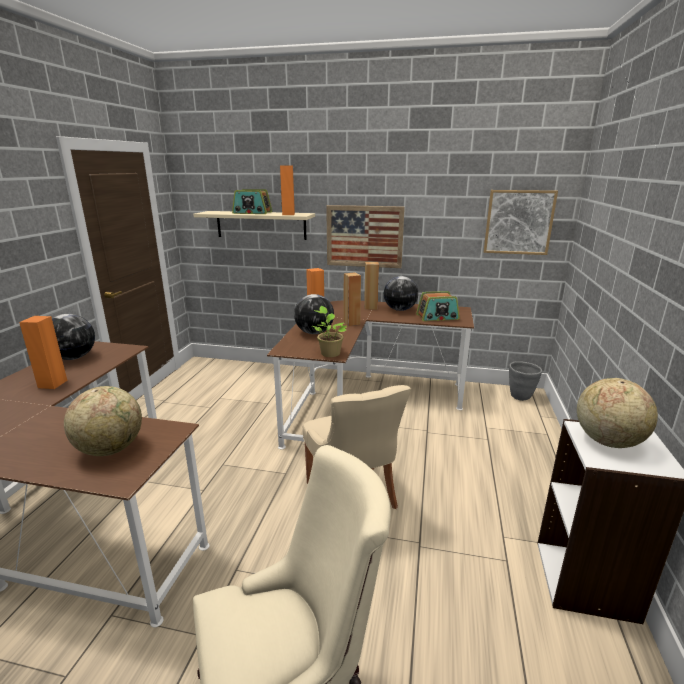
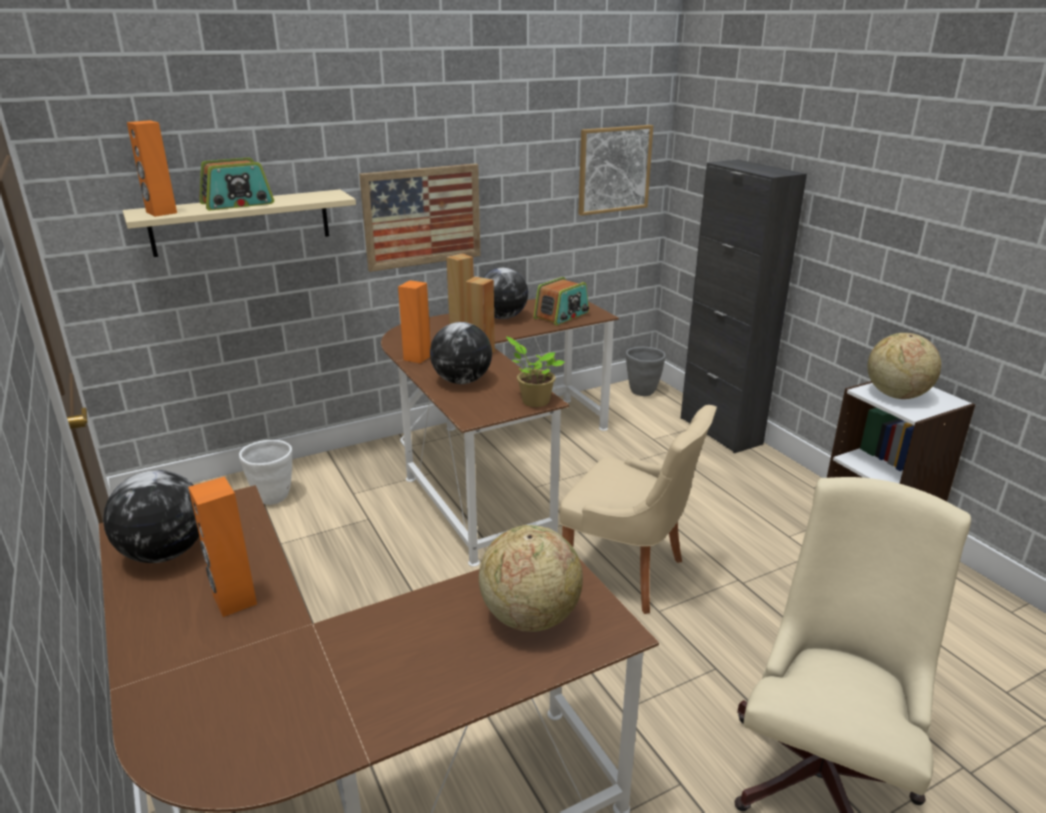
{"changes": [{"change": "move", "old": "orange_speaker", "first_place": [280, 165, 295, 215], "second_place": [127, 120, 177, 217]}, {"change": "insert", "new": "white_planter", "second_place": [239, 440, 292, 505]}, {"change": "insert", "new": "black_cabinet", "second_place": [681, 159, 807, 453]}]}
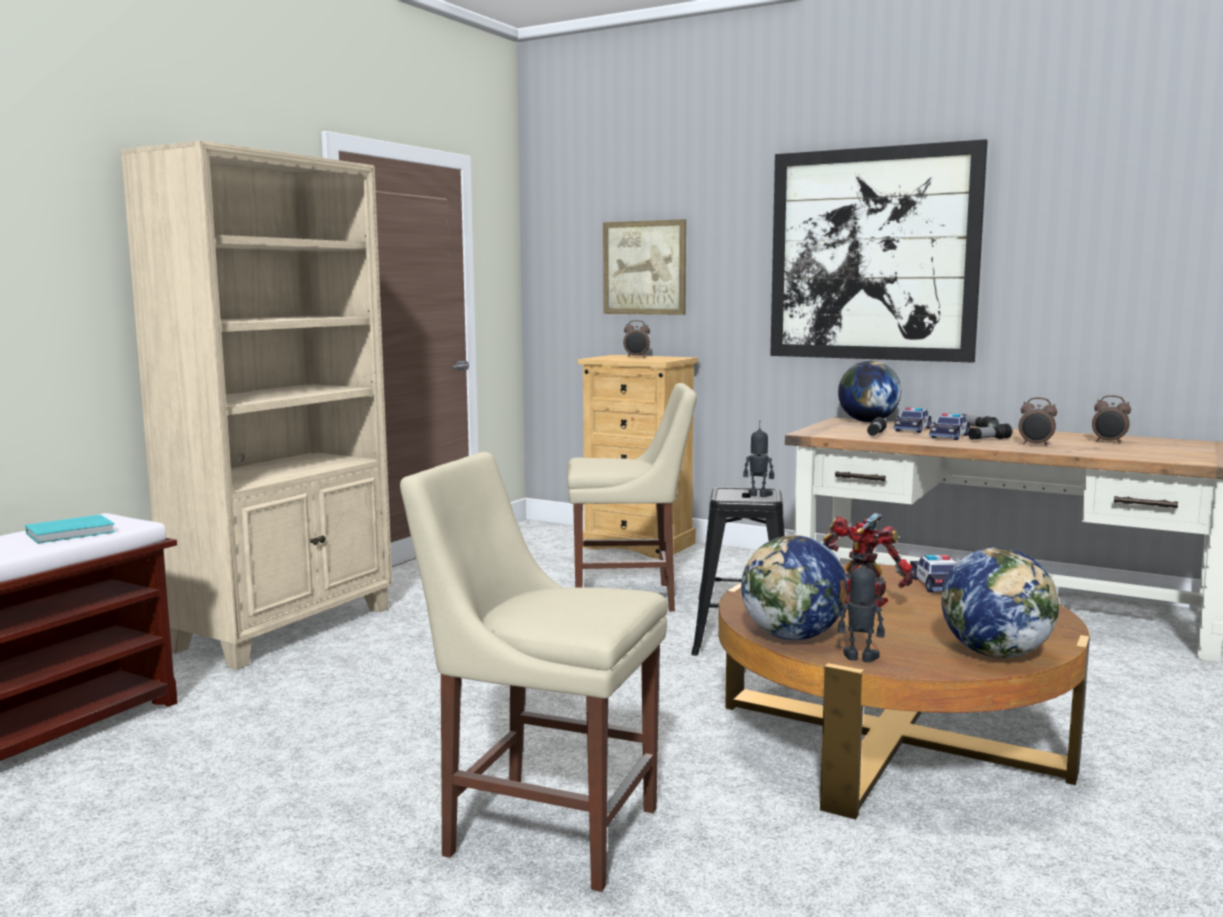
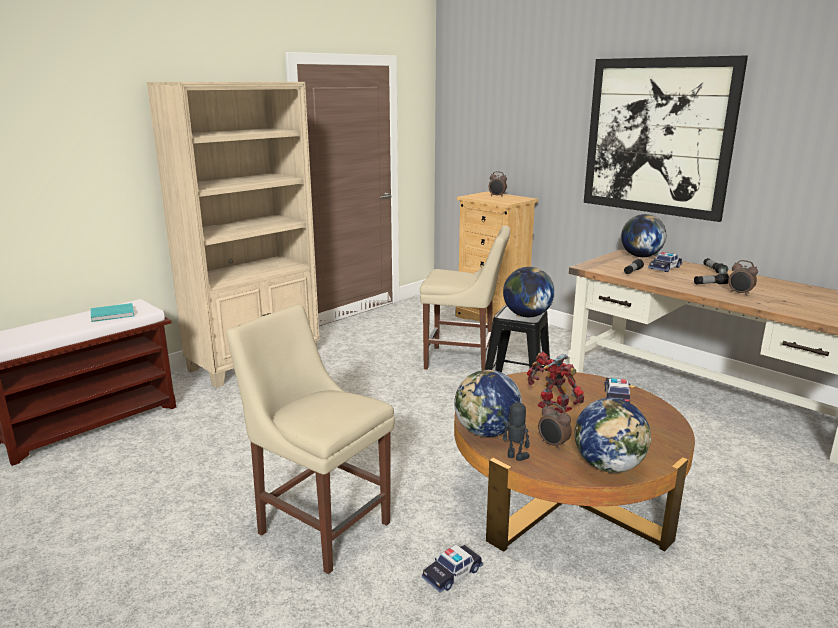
{"changes": [{"change": "move", "old": "toy_car", "first_place": [929, 413, 971, 440], "second_place": [422, 544, 483, 593]}, {"change": "replace", "old": "toy_robot", "new": "globe", "first_place": [743, 421, 774, 497], "second_place": [503, 267, 555, 317]}, {"change": "move", "old": "alarm_clock", "first_place": [1092, 395, 1131, 444], "second_place": [538, 403, 572, 450]}, {"change": "delete", "old": "picture", "first_place": [603, 219, 686, 315]}]}
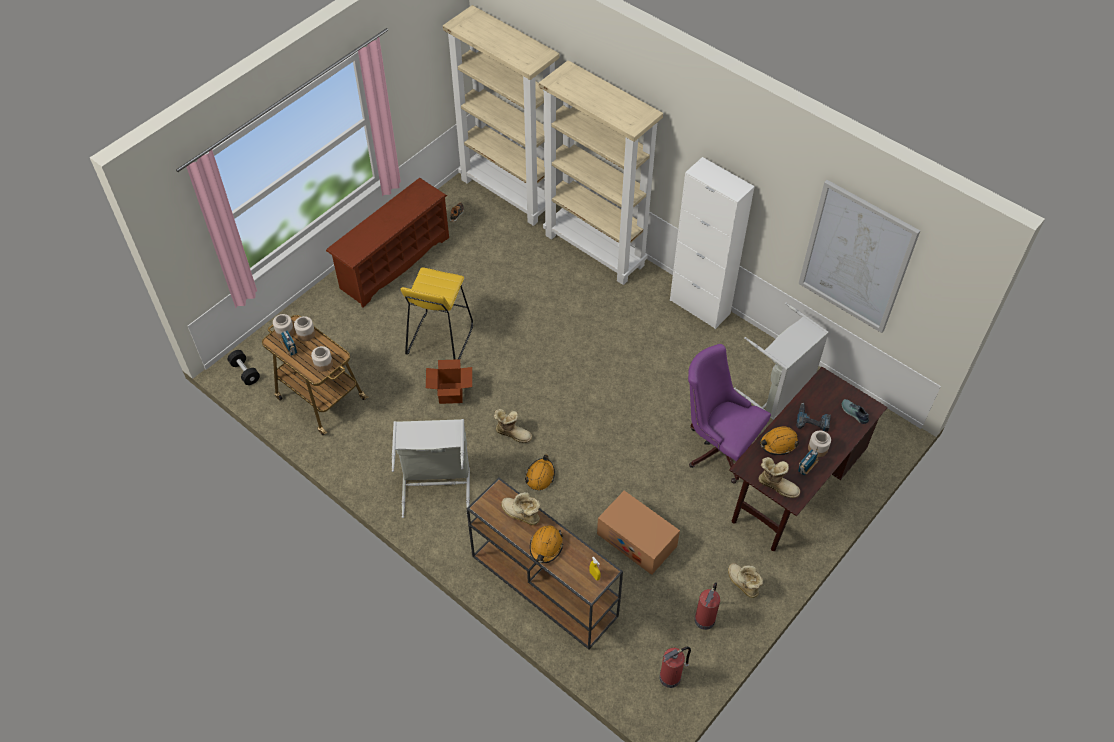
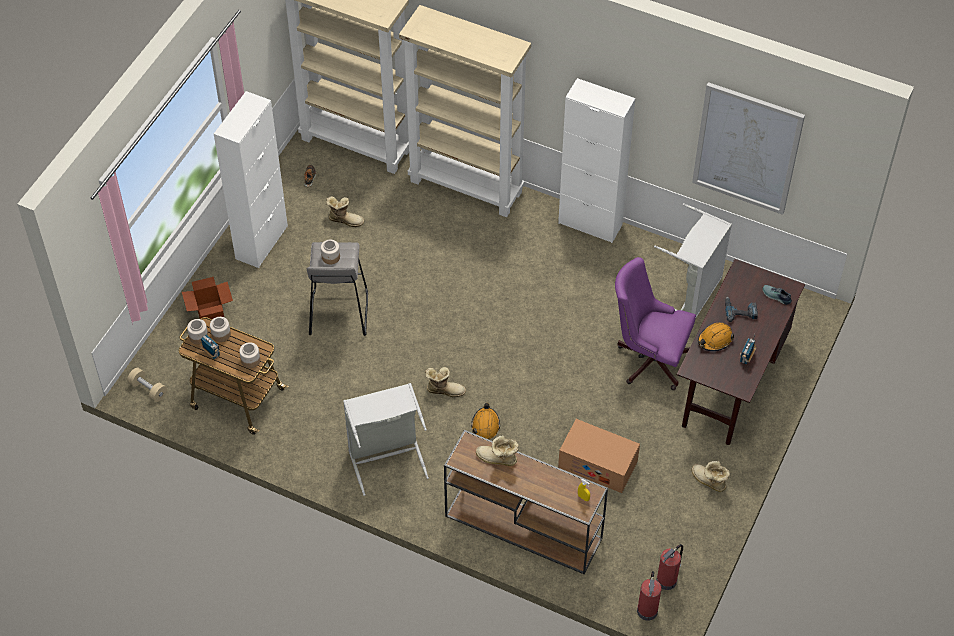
{"changes": [{"change": "recolor", "old": "black_dumbbell", "new": "beige_dumbbell", "first_place": [228, 350, 260, 385], "second_place": [127, 368, 167, 402]}, {"change": "move", "old": "cardboard_box", "first_place": [426, 359, 472, 404], "second_place": [182, 277, 233, 319]}, {"change": "replace", "old": "brown_shoe_rack", "new": "white_cabinet", "first_place": [326, 178, 449, 308], "second_place": [214, 91, 288, 268]}, {"change": "recolor", "old": "yellow_stool", "new": "grey_stool", "first_place": [400, 267, 473, 360], "second_place": [307, 242, 368, 336]}, {"change": "move", "old": "jar", "first_place": [808, 430, 831, 457], "second_place": [321, 240, 340, 264]}, {"change": "move", "old": "boot", "first_place": [759, 457, 800, 498], "second_place": [326, 196, 364, 227]}, {"change": "move", "old": "fire_extinguisher", "first_place": [694, 583, 720, 630], "second_place": [637, 571, 661, 621]}, {"change": "delete", "old": "orange_hard_hat", "first_place": [530, 525, 563, 563]}]}
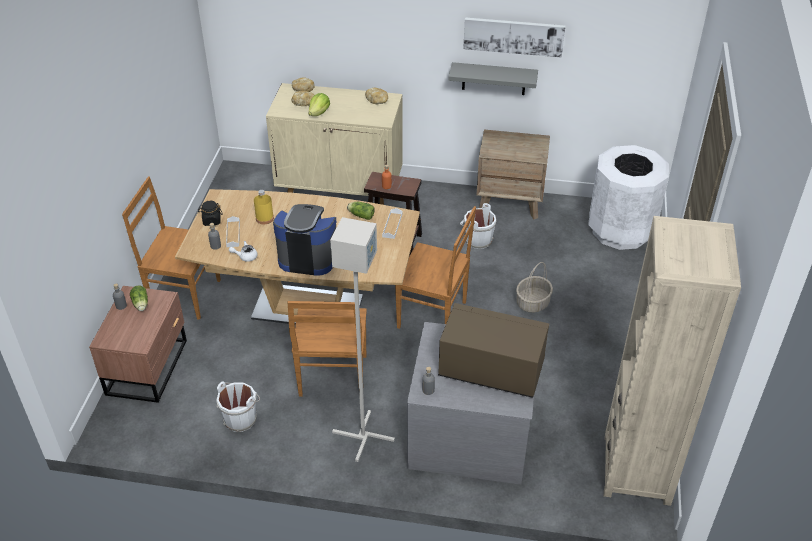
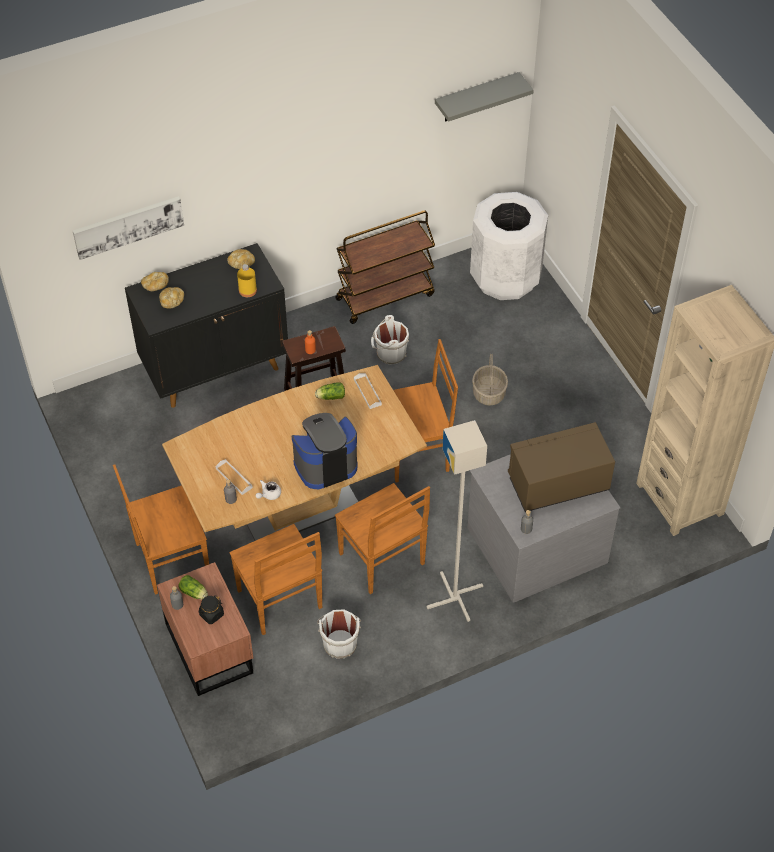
{"changes": [{"change": "move", "old": "picture", "first_place": [463, 17, 565, 58], "second_place": [73, 196, 184, 260]}, {"change": "recolor", "old": "beige_cabinet", "new": "black_cabinet", "first_place": [266, 83, 403, 205], "second_place": [125, 243, 288, 408]}, {"change": "move", "old": "black_jar", "first_place": [198, 201, 222, 226], "second_place": [199, 595, 224, 624]}, {"change": "insert", "new": "brown_chair", "second_place": [229, 524, 322, 635]}, {"change": "move", "old": "yellow_bottle", "first_place": [254, 190, 274, 224], "second_place": [237, 264, 257, 297]}, {"change": "replace", "old": "brown_nightstand", "new": "brown_cart", "first_place": [476, 130, 550, 219], "second_place": [335, 211, 435, 324]}, {"change": "move", "old": "grey_shelf", "first_place": [448, 62, 538, 95], "second_place": [435, 72, 534, 122]}, {"change": "delete", "old": "lettuce", "first_place": [308, 93, 330, 116]}]}
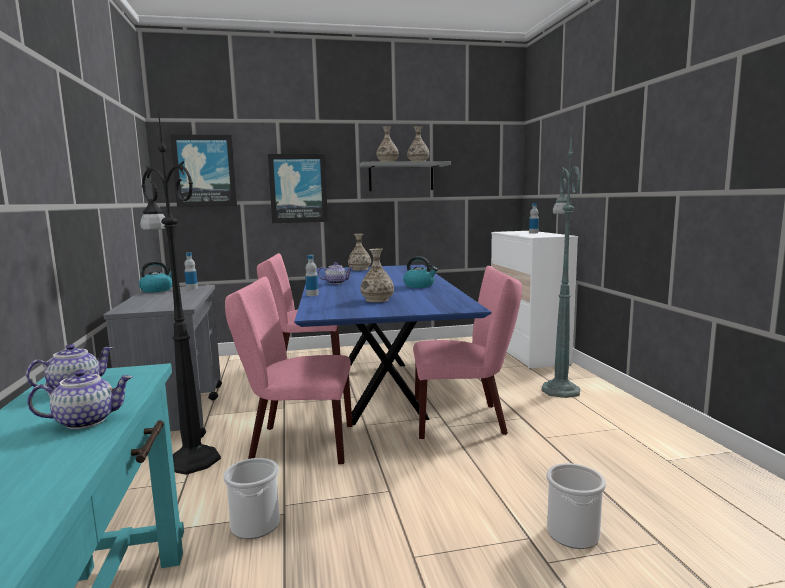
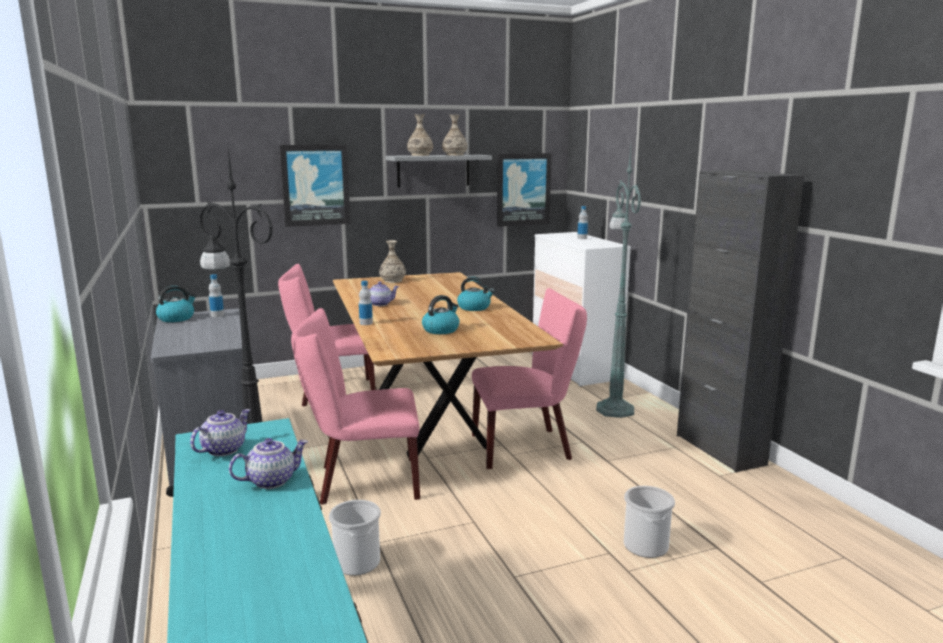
{"changes": [{"change": "recolor", "old": "blue_dining_table", "new": "brown_dining_table", "first_place": [294, 265, 491, 425], "second_place": [333, 272, 563, 458]}, {"change": "replace", "old": "vase", "new": "kettle", "first_place": [360, 248, 394, 302], "second_place": [422, 295, 460, 334]}, {"change": "move", "old": "picture", "first_place": [170, 134, 237, 207], "second_place": [497, 153, 552, 227]}, {"change": "insert", "new": "black_cabinet", "second_place": [677, 170, 804, 472]}]}
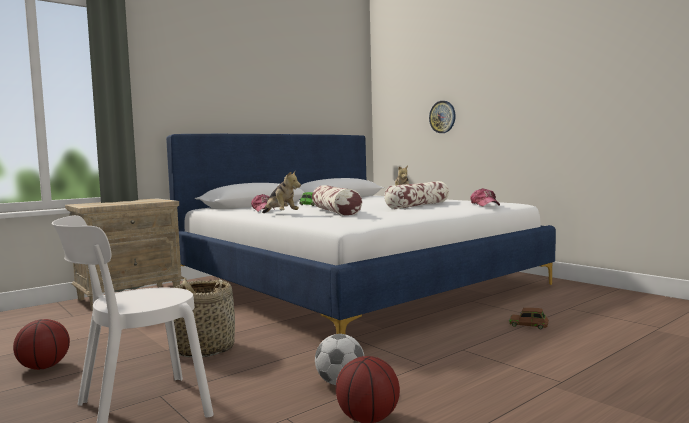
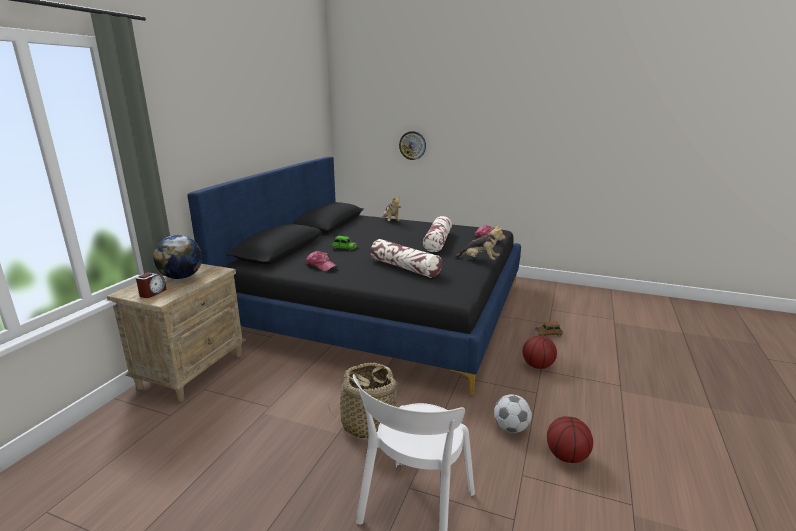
{"changes": [{"change": "insert", "new": "alarm_clock", "second_place": [136, 273, 167, 298]}, {"change": "insert", "new": "globe", "second_place": [153, 235, 202, 279]}, {"change": "recolor", "old": "white_bed", "new": "black_bed", "first_place": [166, 134, 556, 334], "second_place": [187, 157, 521, 396]}, {"change": "move", "old": "plush_toy", "first_place": [262, 171, 301, 213], "second_place": [454, 225, 506, 260]}, {"change": "move", "old": "basketball", "first_place": [13, 319, 70, 370], "second_place": [522, 336, 557, 369]}]}
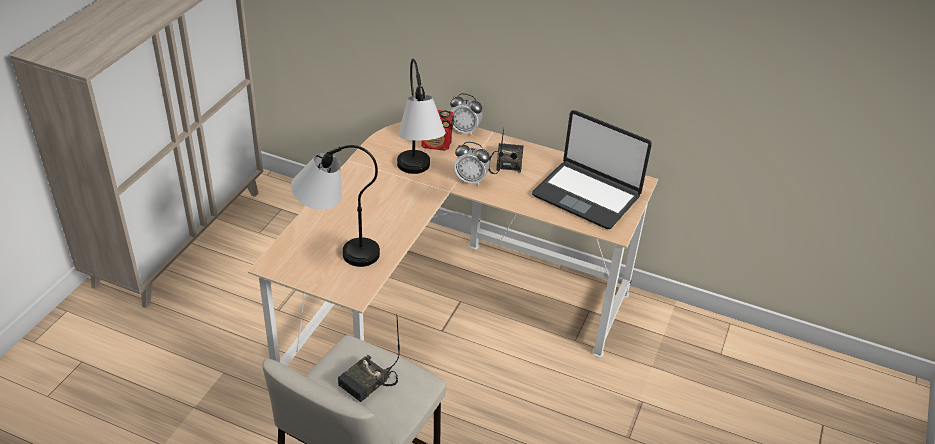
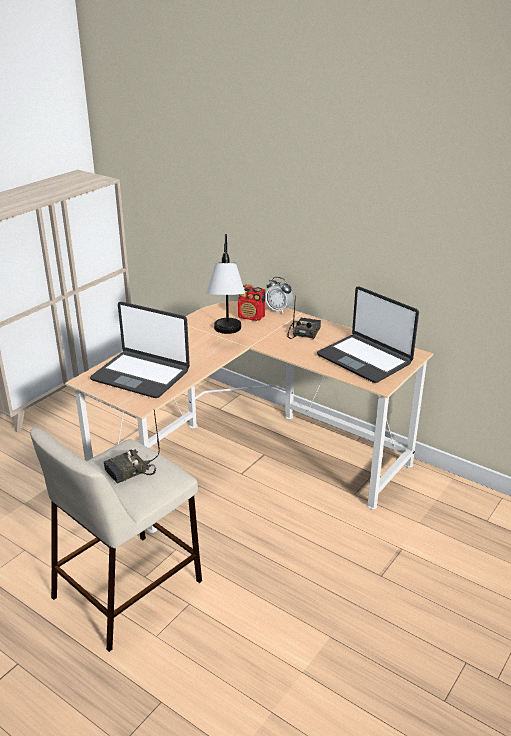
{"changes": [{"change": "replace", "old": "table_lamp", "new": "laptop", "first_place": [291, 145, 380, 267], "second_place": [90, 302, 190, 398]}, {"change": "delete", "old": "alarm_clock", "first_place": [454, 142, 490, 186]}]}
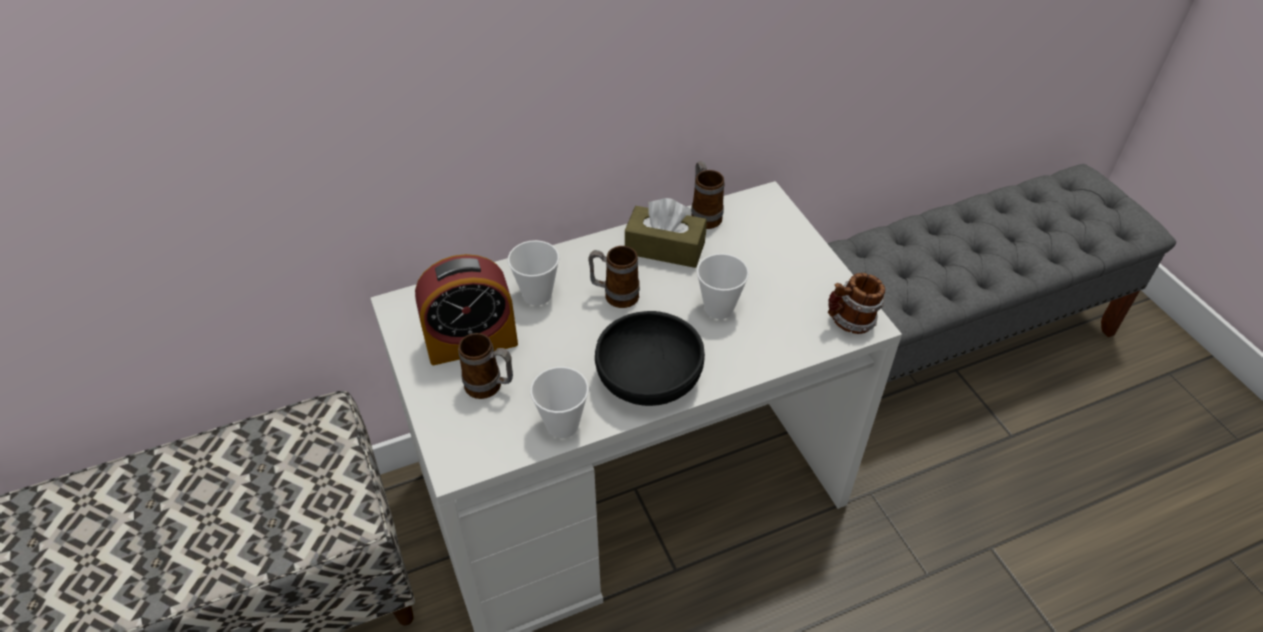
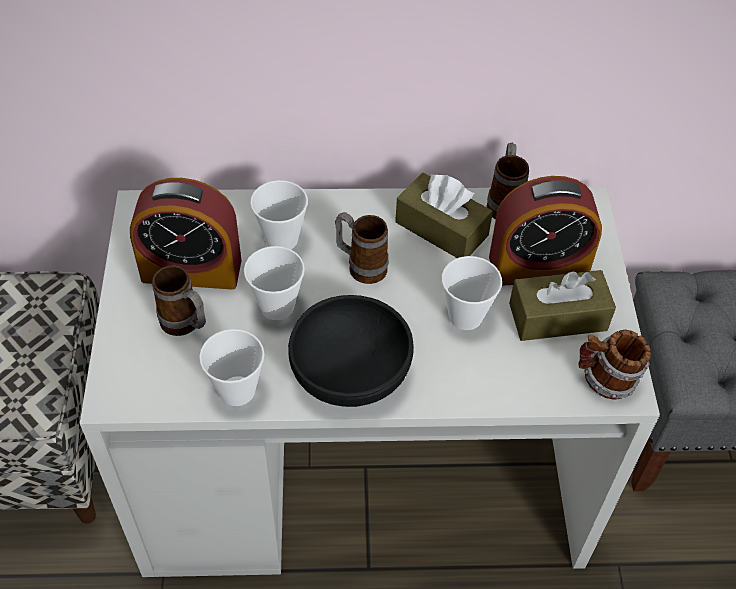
{"changes": [{"change": "insert", "new": "cup", "second_place": [244, 246, 305, 320]}, {"change": "insert", "new": "alarm_clock", "second_place": [489, 176, 602, 286]}, {"change": "insert", "new": "brown_tissue_box", "second_place": [509, 270, 616, 341]}]}
